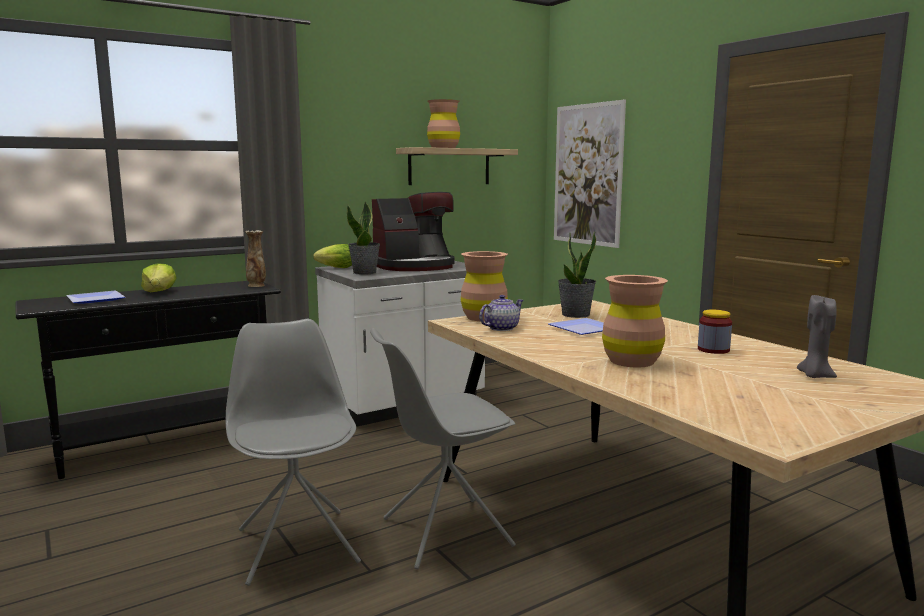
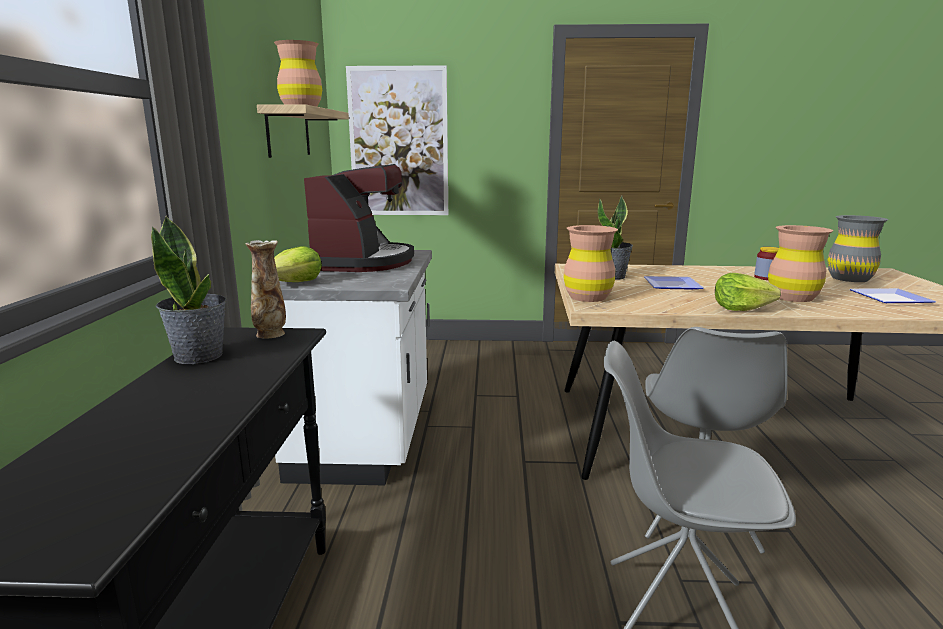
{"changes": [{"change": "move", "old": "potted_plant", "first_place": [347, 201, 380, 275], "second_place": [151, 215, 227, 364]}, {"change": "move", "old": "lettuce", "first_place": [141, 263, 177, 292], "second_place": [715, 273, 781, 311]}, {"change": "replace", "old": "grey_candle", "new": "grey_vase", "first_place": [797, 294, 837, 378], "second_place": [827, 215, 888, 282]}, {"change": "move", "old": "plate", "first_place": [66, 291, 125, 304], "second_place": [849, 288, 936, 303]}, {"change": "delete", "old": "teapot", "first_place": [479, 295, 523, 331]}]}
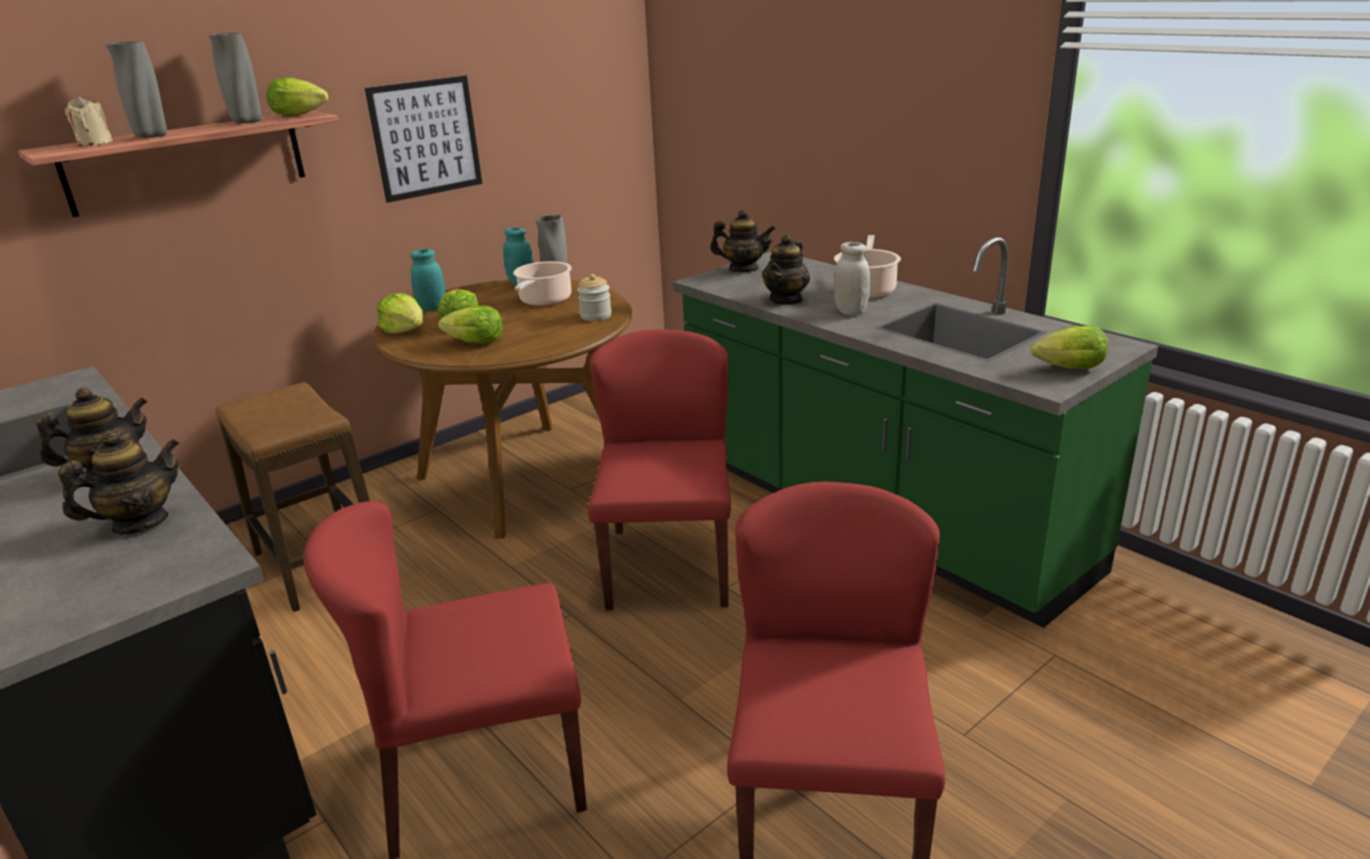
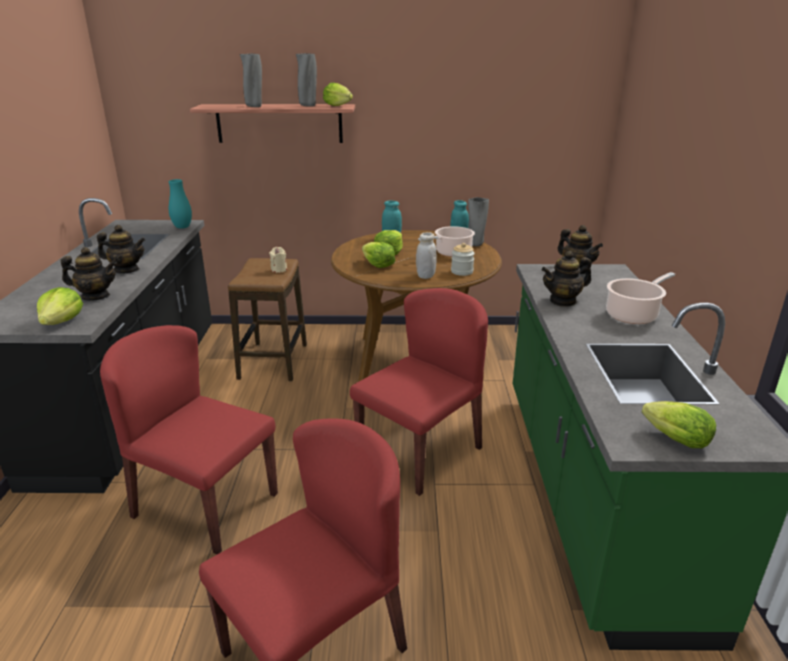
{"changes": [{"change": "move", "old": "lettuce", "first_place": [377, 293, 423, 333], "second_place": [37, 287, 83, 325]}, {"change": "insert", "new": "turquoise_vase", "second_place": [169, 179, 192, 229]}, {"change": "move", "old": "beige_candle", "first_place": [65, 97, 113, 146], "second_place": [269, 247, 287, 273]}, {"change": "move", "old": "white_jar", "first_place": [834, 242, 870, 315], "second_place": [416, 232, 436, 279]}, {"change": "delete", "old": "picture", "first_place": [365, 76, 482, 203]}]}
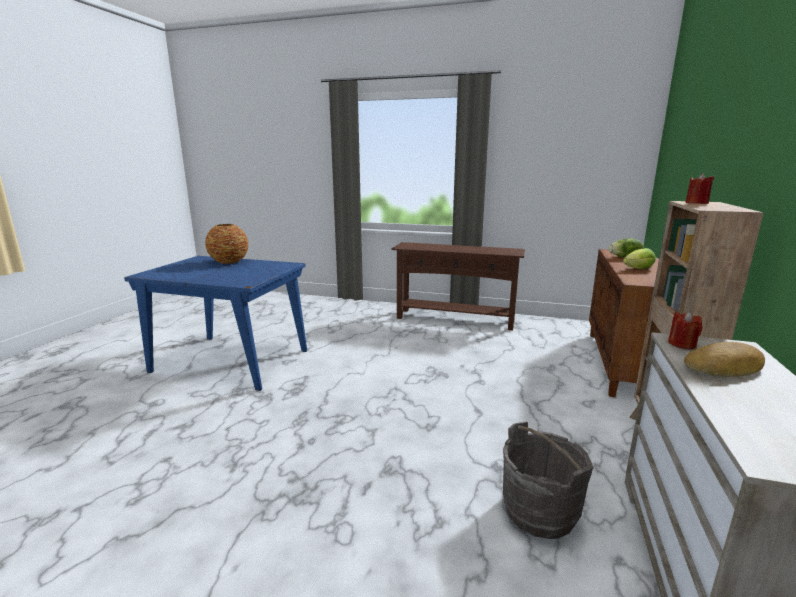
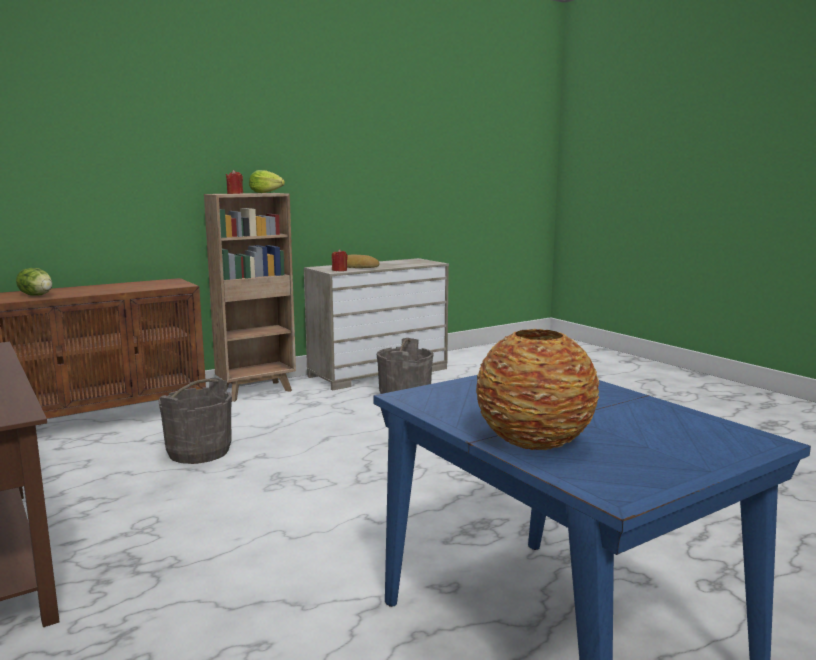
{"changes": [{"change": "insert", "new": "grey_bucket", "second_place": [158, 377, 232, 464]}, {"change": "move", "old": "lettuce", "first_place": [623, 248, 656, 269], "second_place": [249, 170, 285, 193]}]}
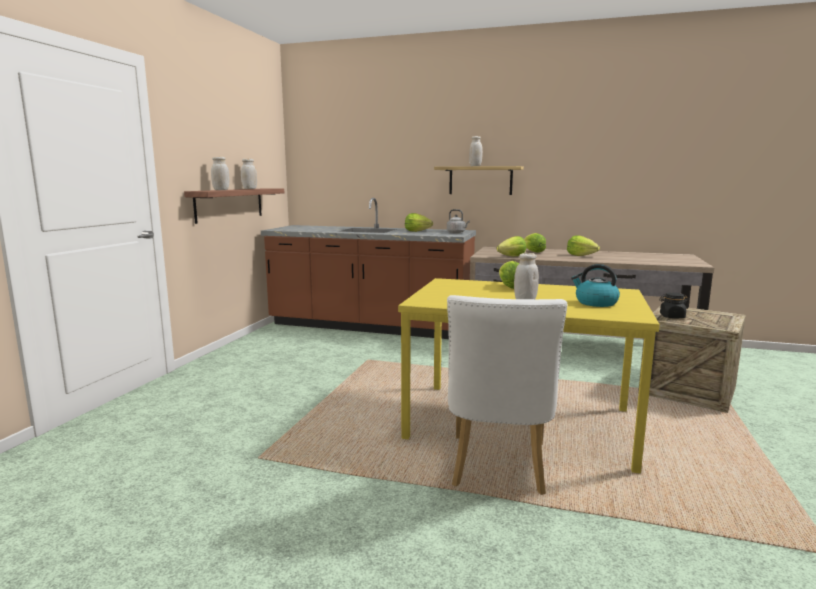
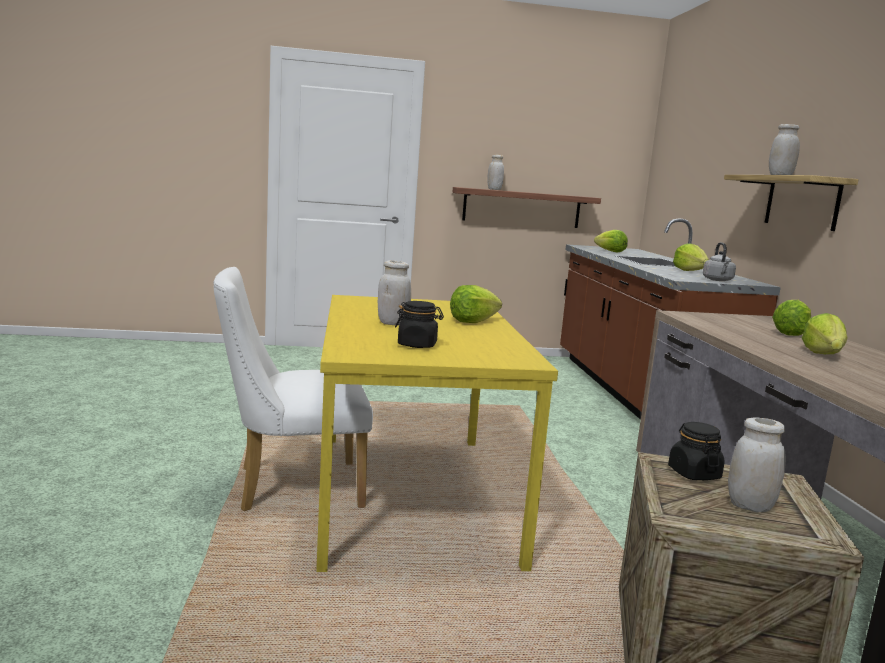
{"changes": [{"change": "replace", "old": "kettle", "new": "black_jar", "first_place": [571, 264, 620, 307], "second_place": [395, 301, 444, 348]}, {"change": "move", "old": "lettuce", "first_place": [497, 236, 526, 256], "second_place": [594, 230, 628, 252]}, {"change": "move", "old": "white_jar", "first_place": [241, 159, 257, 189], "second_place": [728, 417, 786, 512]}]}
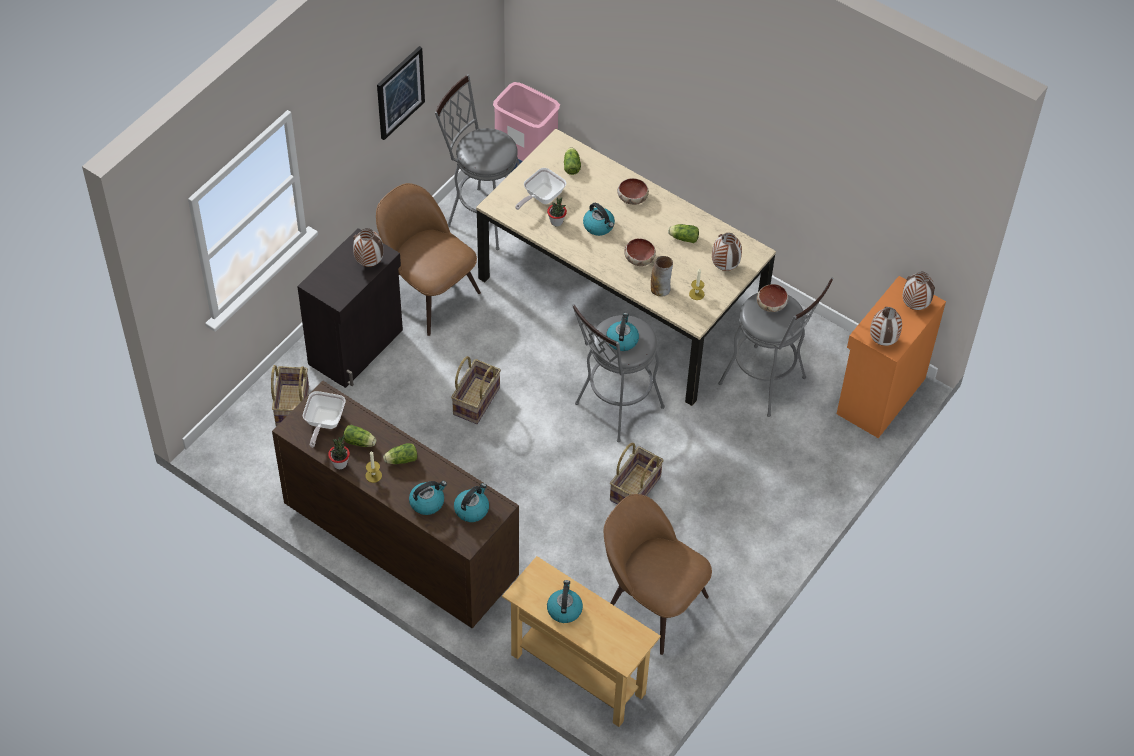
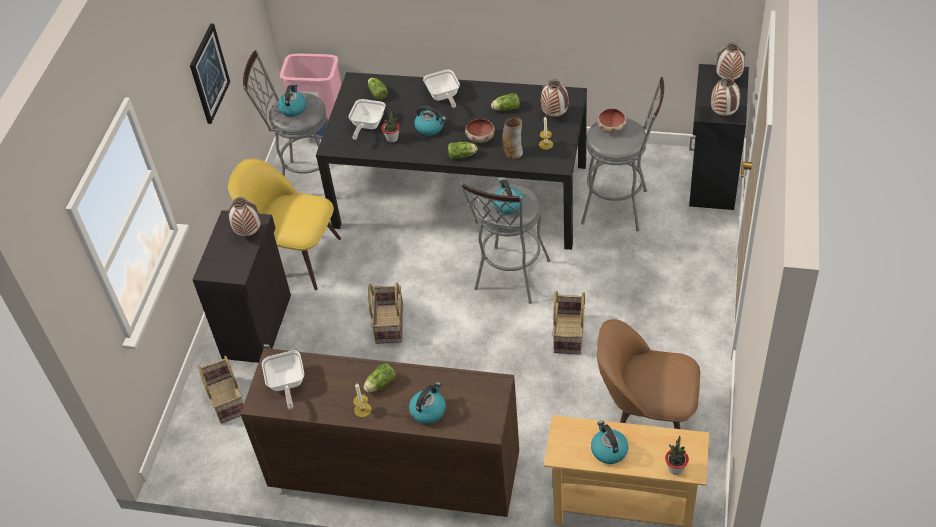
{"changes": [{"change": "recolor", "old": "brown_chair", "new": "yellow_chair", "first_place": [376, 183, 481, 336], "second_place": [228, 159, 341, 290]}, {"change": "move", "old": "kettle", "first_place": [454, 483, 489, 522], "second_place": [278, 84, 307, 117]}, {"change": "recolor", "old": "beige_dining_table", "new": "black_dining_table", "first_place": [476, 129, 776, 406], "second_place": [316, 72, 587, 250]}, {"change": "replace", "old": "bowl", "new": "frying_pan", "first_place": [617, 178, 649, 205], "second_place": [423, 69, 460, 108]}, {"change": "move", "old": "lettuce", "first_place": [343, 425, 376, 447], "second_place": [448, 142, 478, 159]}, {"change": "move", "old": "potted_plant", "first_place": [328, 435, 350, 469], "second_place": [665, 436, 689, 475]}, {"change": "recolor", "old": "orange_cabinet", "new": "black_cabinet", "first_place": [837, 276, 946, 438], "second_place": [689, 64, 749, 210]}]}
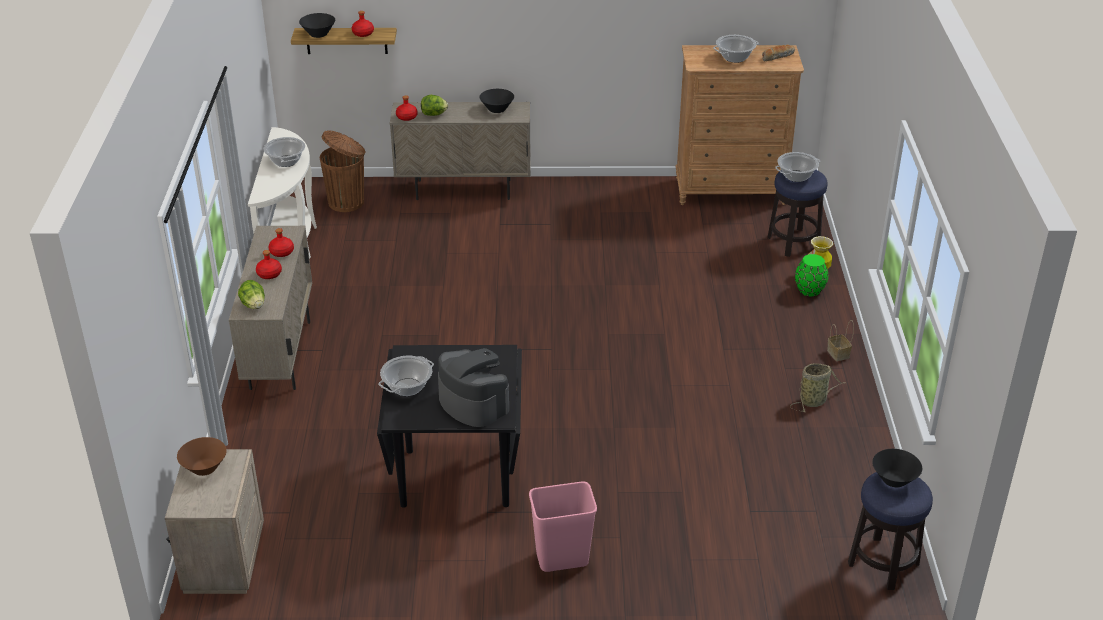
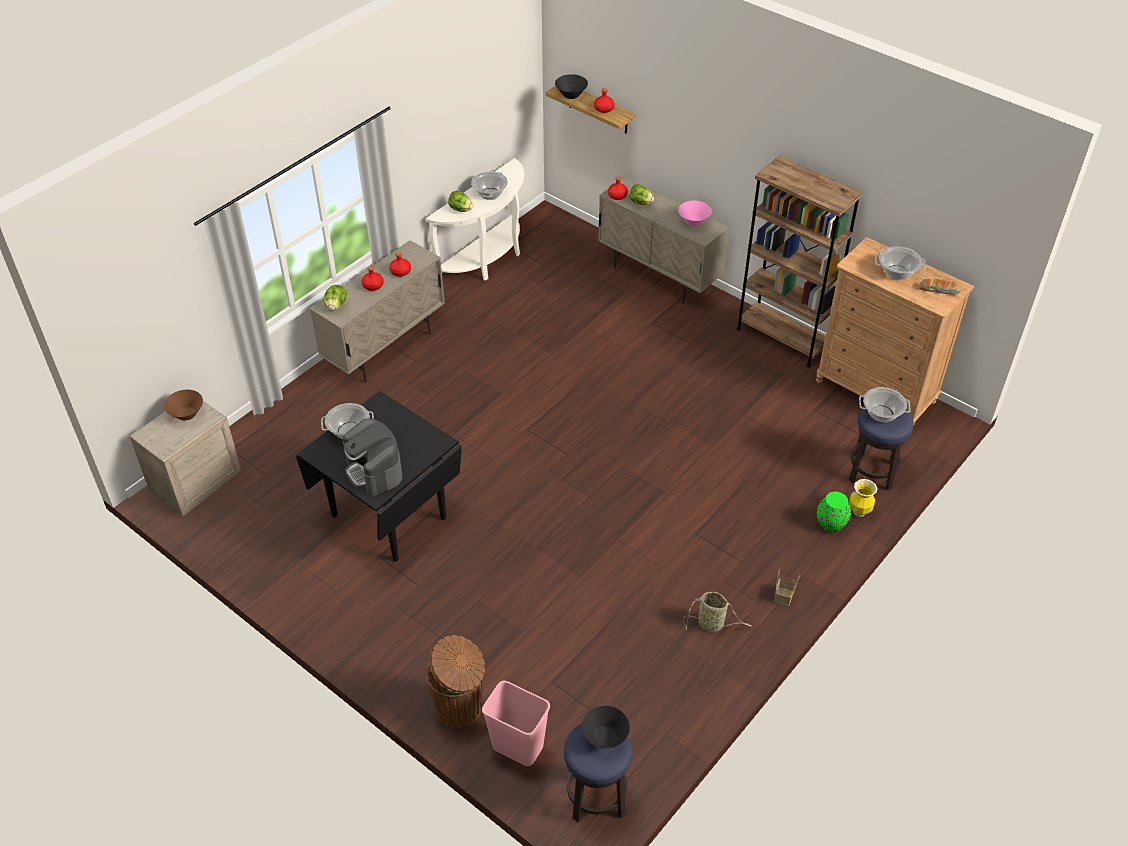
{"changes": [{"change": "rotate", "old": "coffee_machine", "first_place": [438, 348, 509, 427], "second_place": [343, 418, 403, 496], "degrees": 150}, {"change": "move", "old": "brown_trash_can", "first_place": [320, 130, 365, 212], "second_place": [426, 635, 485, 729]}, {"change": "insert", "new": "lettuce", "second_place": [448, 191, 473, 212]}, {"change": "move", "old": "pink_trash_can", "first_place": [529, 482, 597, 572], "second_place": [482, 681, 550, 766]}, {"change": "recolor", "old": "black_bowl", "new": "pink_bowl", "first_place": [479, 89, 514, 113], "second_place": [678, 201, 712, 226]}, {"change": "insert", "new": "brown_bookcase", "second_place": [736, 156, 863, 367]}]}
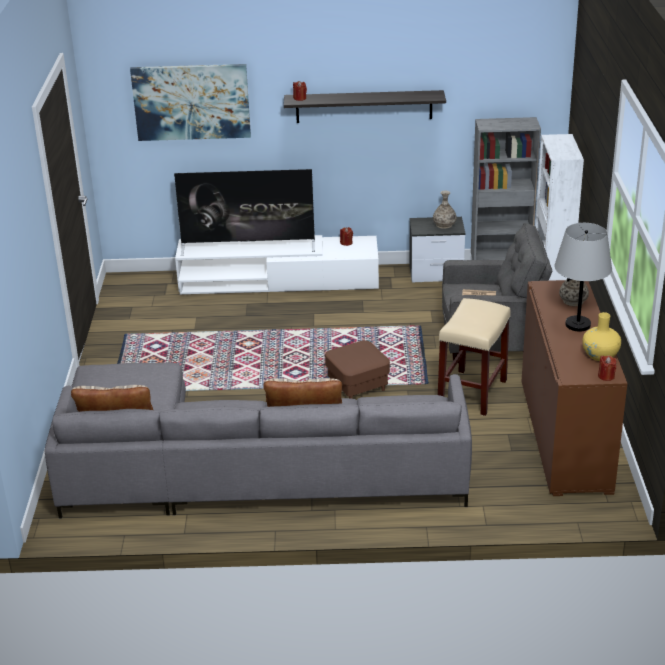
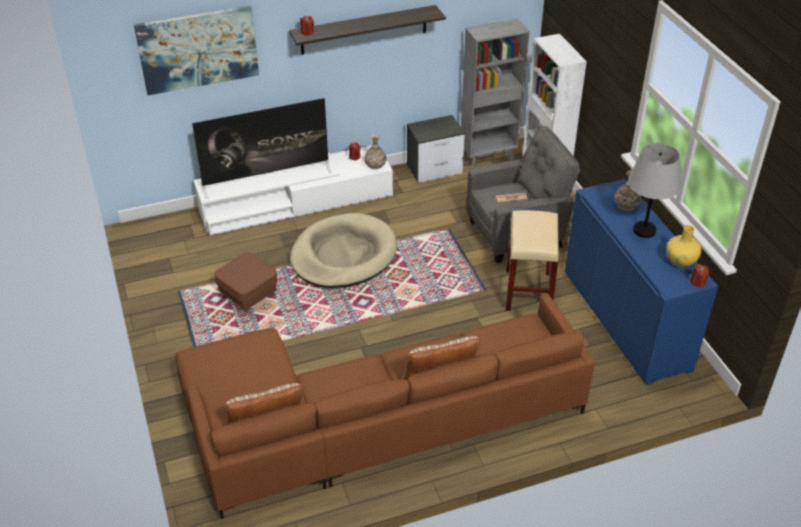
{"changes": [{"change": "recolor", "old": "grey_sofa", "new": "brown_sofa", "first_place": [45, 362, 472, 519], "second_place": [175, 294, 594, 519]}, {"change": "move", "old": "brown_ottoman", "first_place": [325, 340, 390, 399], "second_place": [214, 252, 277, 313]}, {"change": "insert", "new": "beige_dog_bed", "second_place": [290, 213, 397, 288]}, {"change": "move", "old": "vase", "first_place": [433, 191, 457, 229], "second_place": [364, 134, 386, 169]}, {"change": "recolor", "old": "brown_cabinet", "new": "blue_cabinet", "first_place": [522, 280, 628, 496], "second_place": [565, 179, 718, 385]}]}
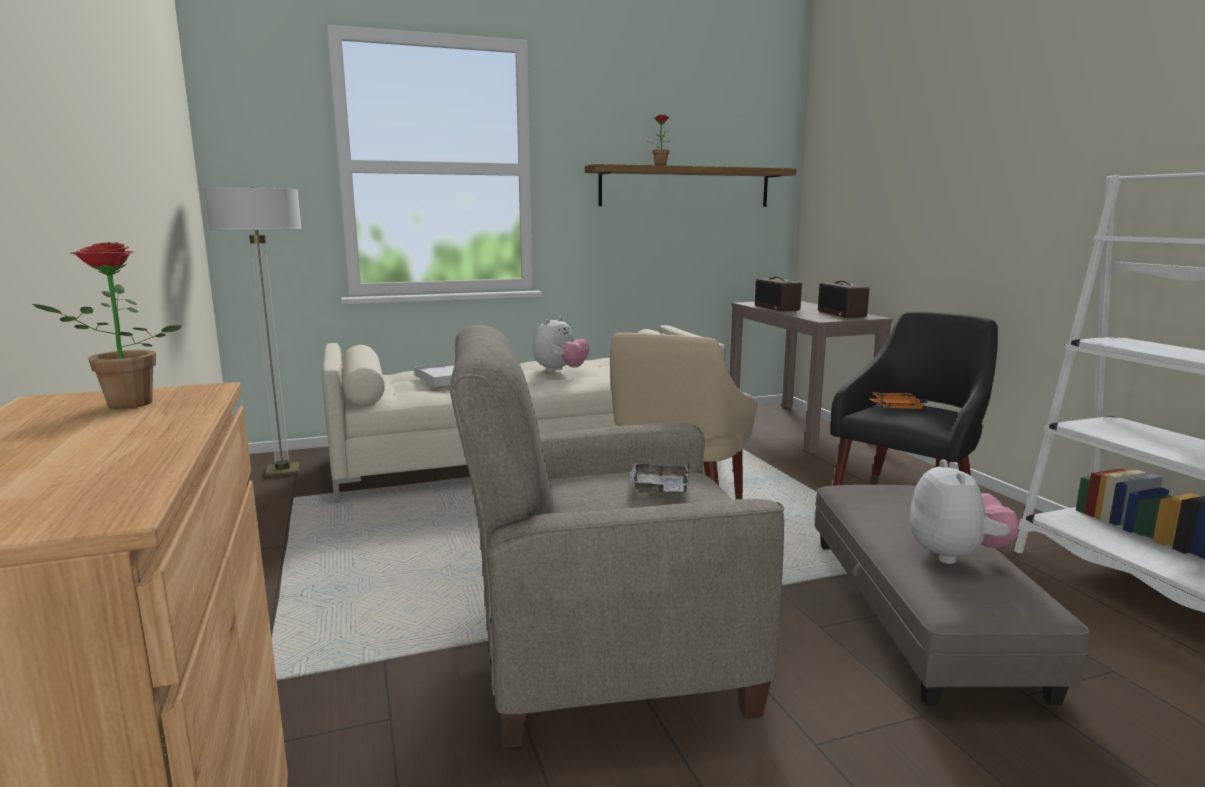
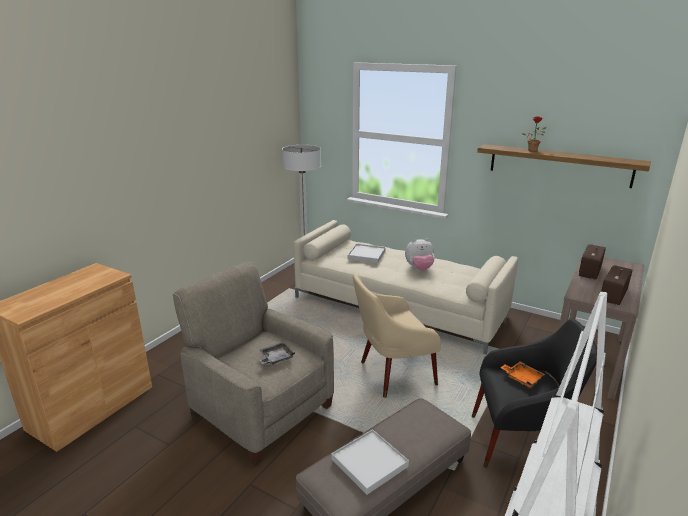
{"changes": [{"change": "replace", "old": "plush_toy", "new": "white_tray", "first_place": [910, 459, 1019, 564], "second_place": [332, 429, 409, 495]}, {"change": "delete", "old": "potted_plant", "first_place": [33, 242, 181, 409]}]}
